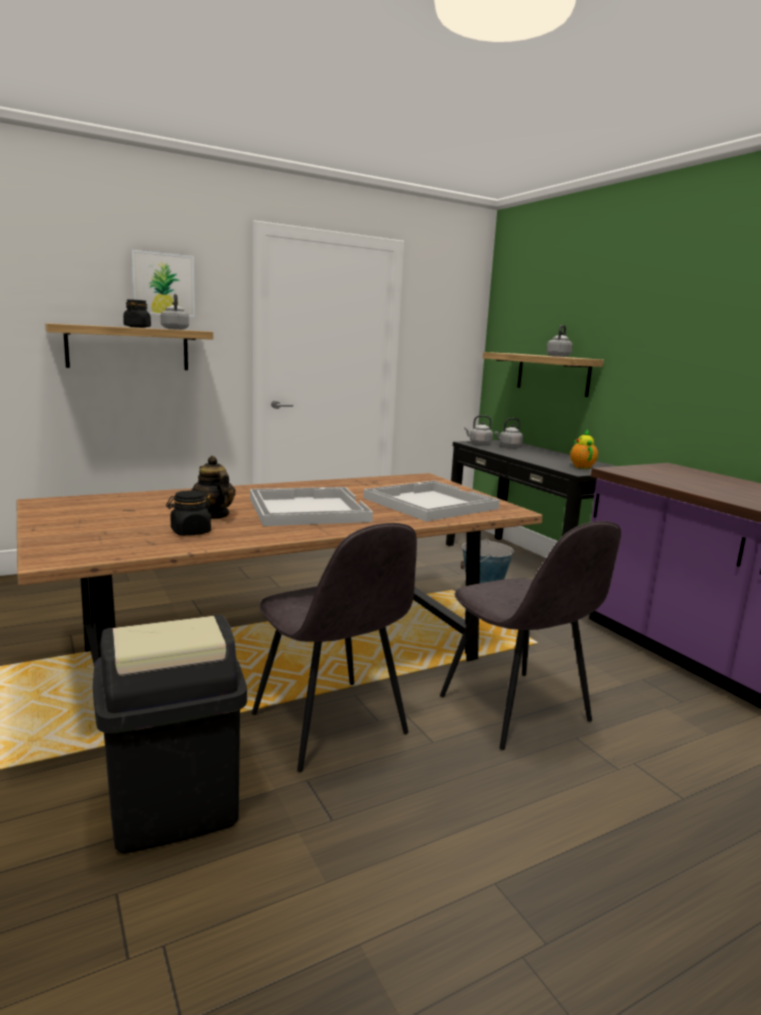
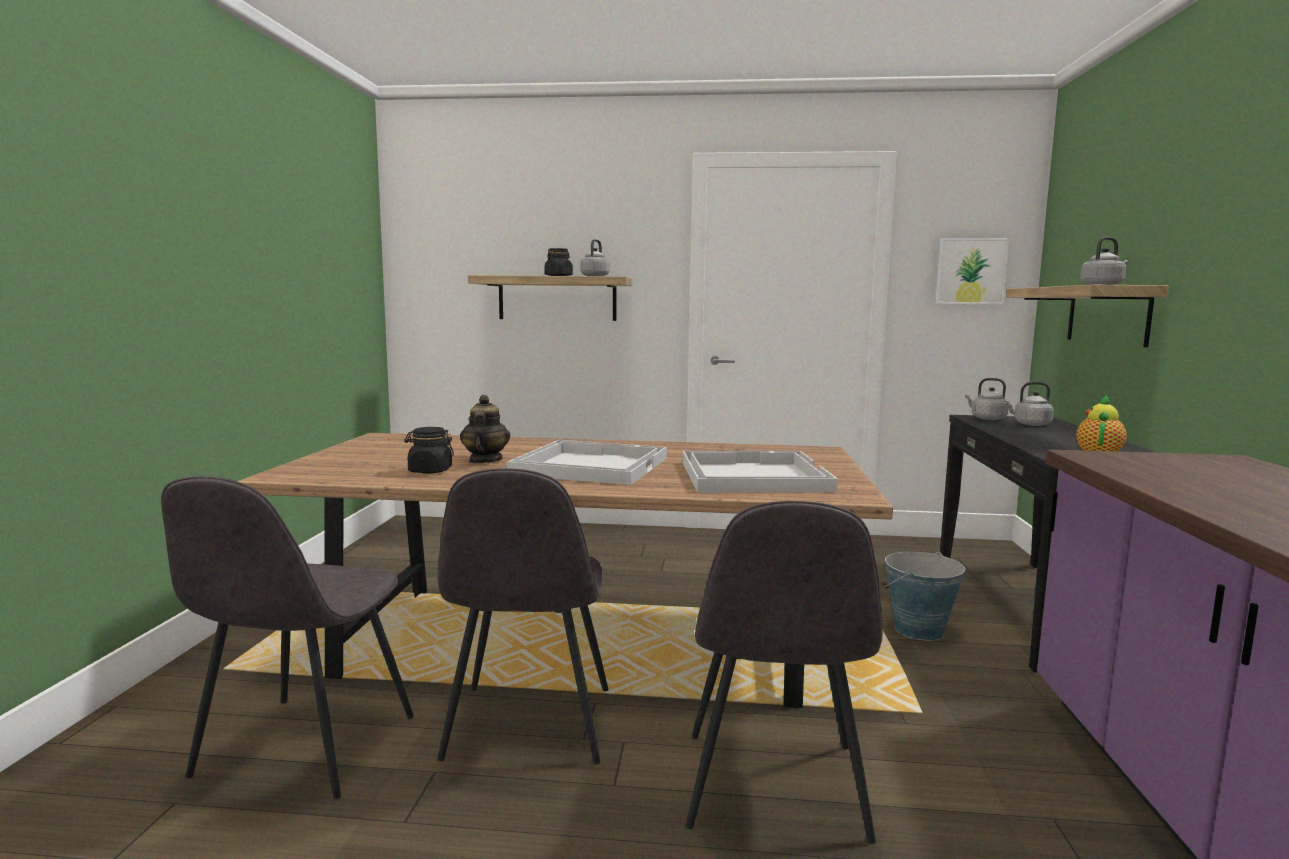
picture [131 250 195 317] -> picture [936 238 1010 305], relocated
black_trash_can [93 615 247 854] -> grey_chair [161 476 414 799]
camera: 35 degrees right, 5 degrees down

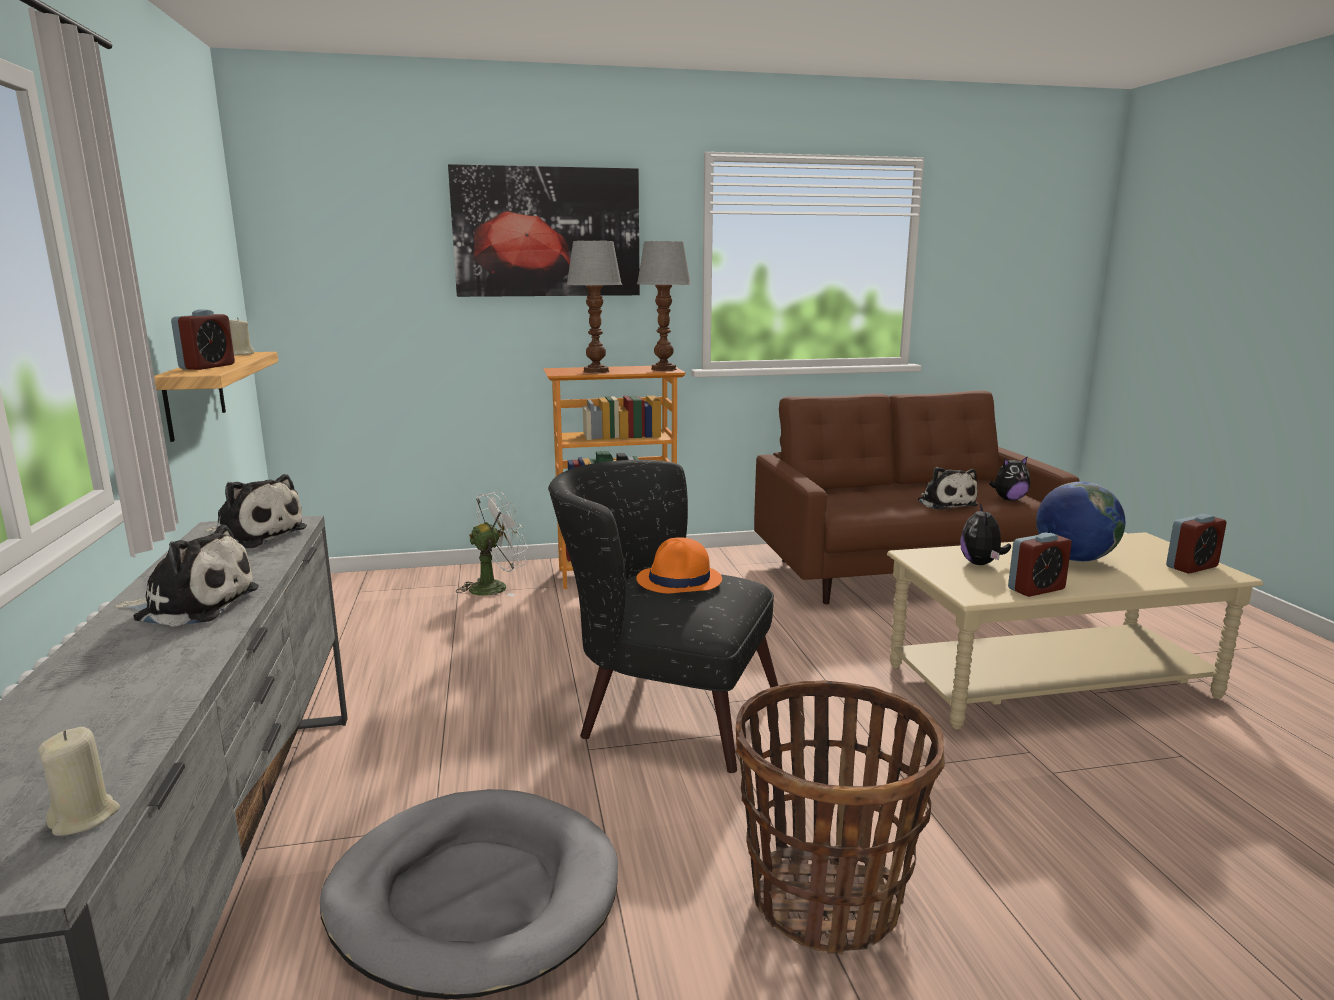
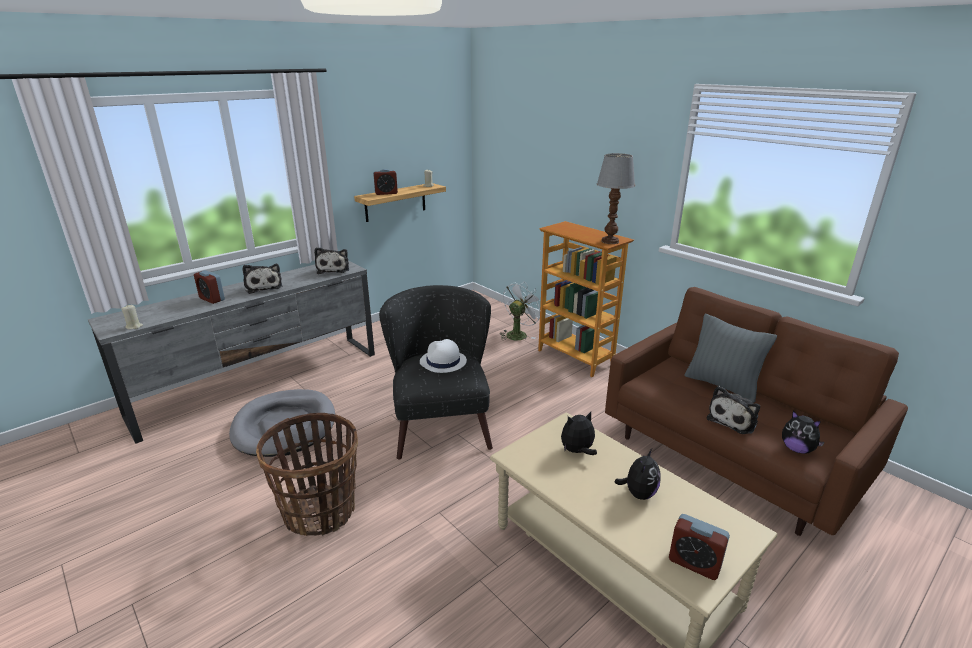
picture [448 164 640 297] -> none
table_lamp [566 241 622 373] -> none
none -> grey_pillow [684 314 777 403]
alarm_clock [1008 533 1072 597] -> alarm_clock [194 270 225 304], relocated
globe [1036 482 1125 562] -> plush_toy [614 449 660 500]
orange_hat [636 537 722 593] -> white_hat [420 339 467 373]
white_fan [456 490 528 597] -> white_fan [500 282 541 340], 75 degrees counterclockwise
camera: 60 degrees right, 10 degrees up

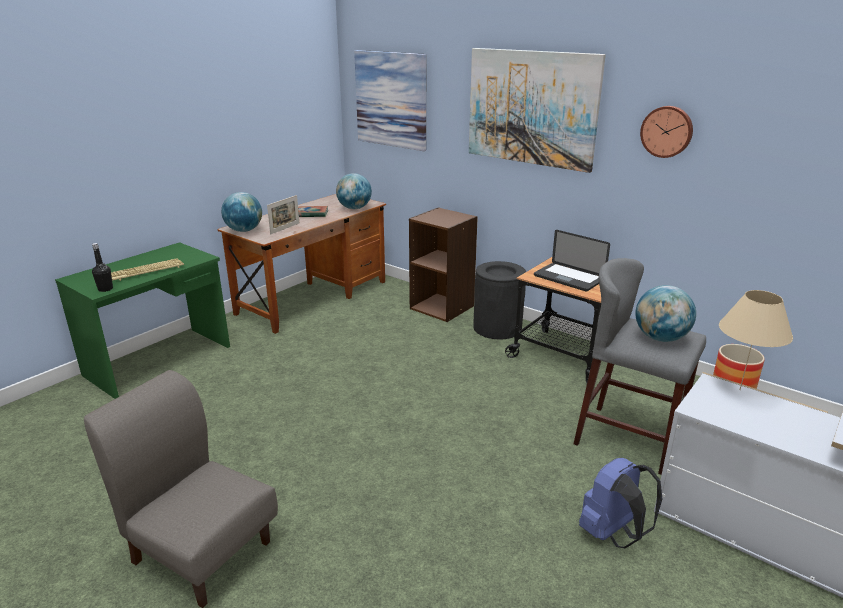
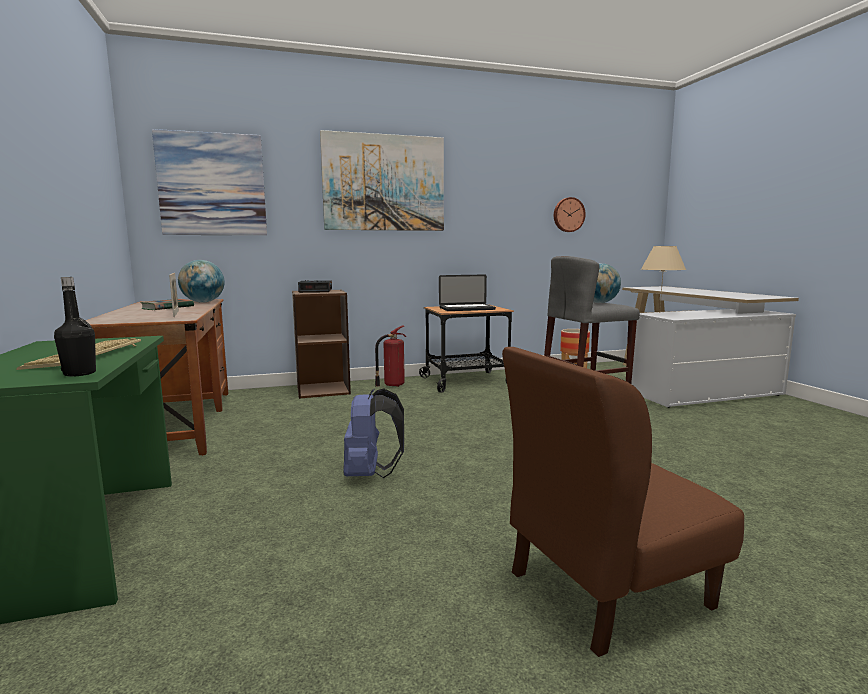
globe [221 192 262 232] -> none
none -> alarm_clock [298 280 332 293]
blue_backpack [579 458 662 548] -> blue_backpack [343 388 404 478], relocated
wall_clock [640 106 693 158] -> wall_clock [554 197 586 232], relocated
black_trash_can [473 261 526 339] -> fire_extinguisher [375 326 407 387]
grey_chair [84 370 278 608] -> brown_chair [502 347 744 657]
camera: 55 degrees left, 15 degrees down

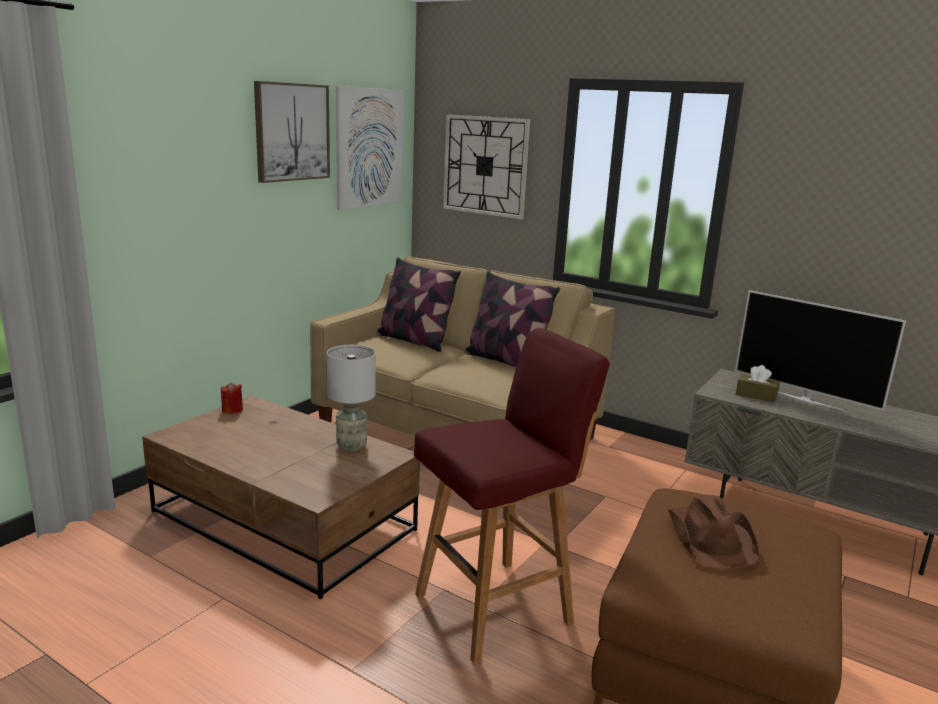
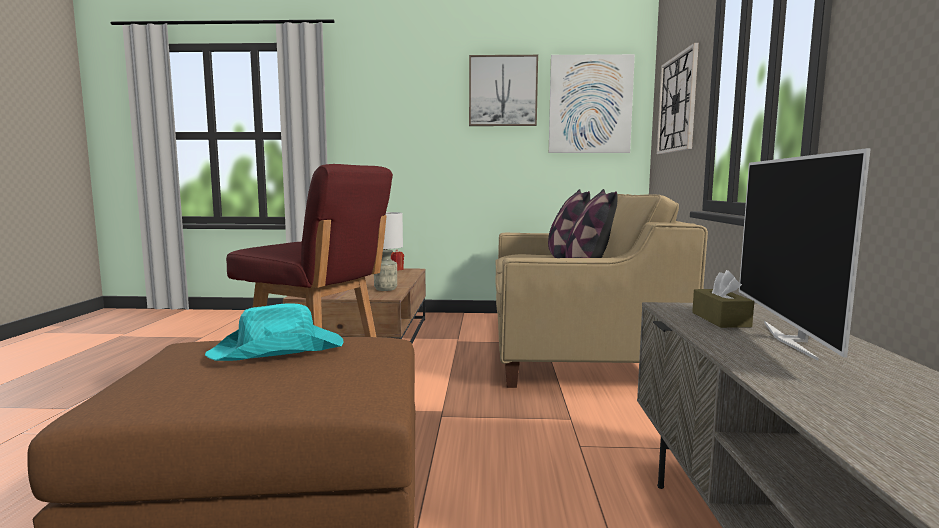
brown_hat [668 495 760 569] -> turquoise_hat [205 303 344 361]
camera: 60 degrees right, 10 degrees down

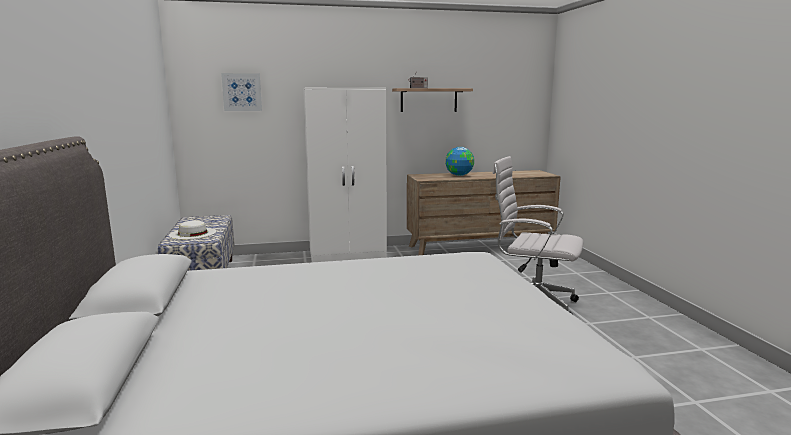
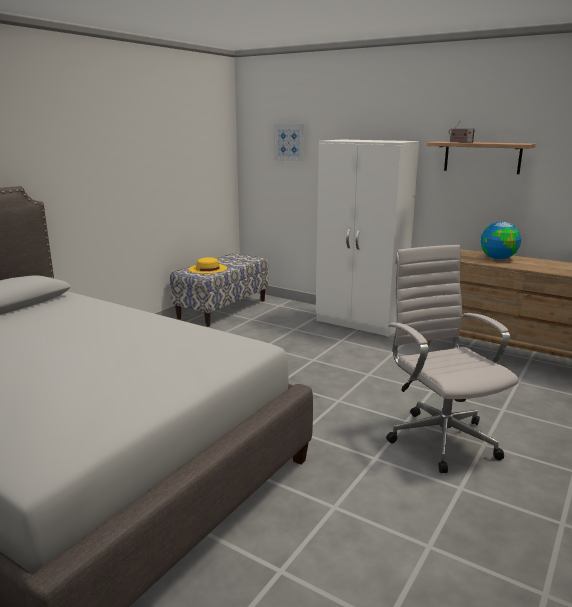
white_hat [169 220 216 239] -> yellow_hat [189 257 227 274]
camera: 45 degrees right, 5 degrees up

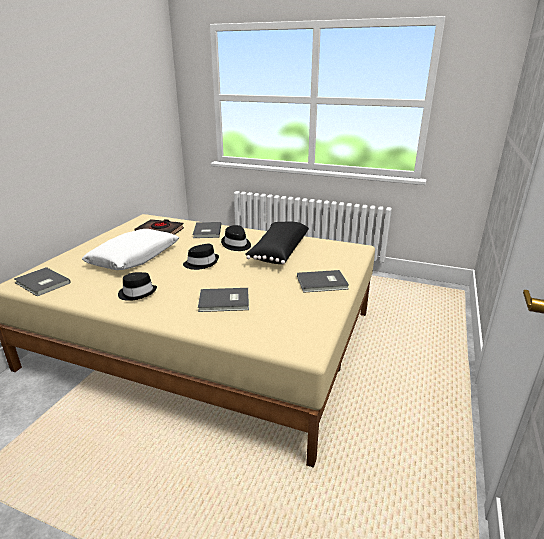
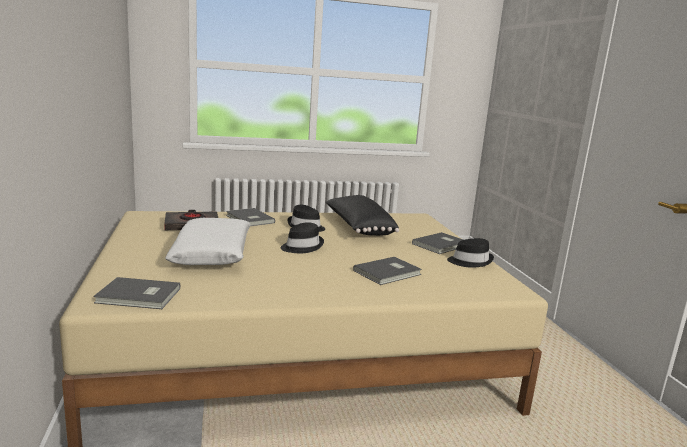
black_hat [118 272 157 301] -> black_hat [447 238 494 268], relocated
camera: 35 degrees left, 10 degrees down

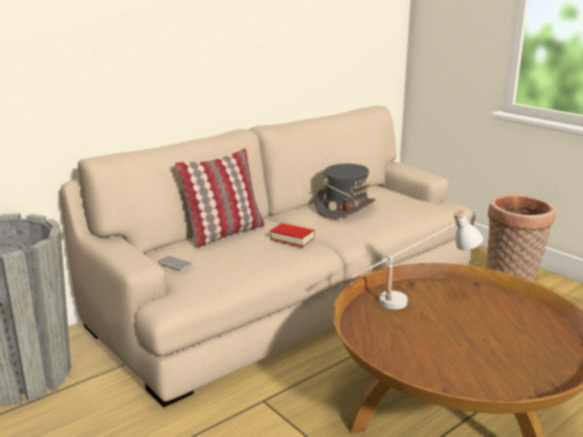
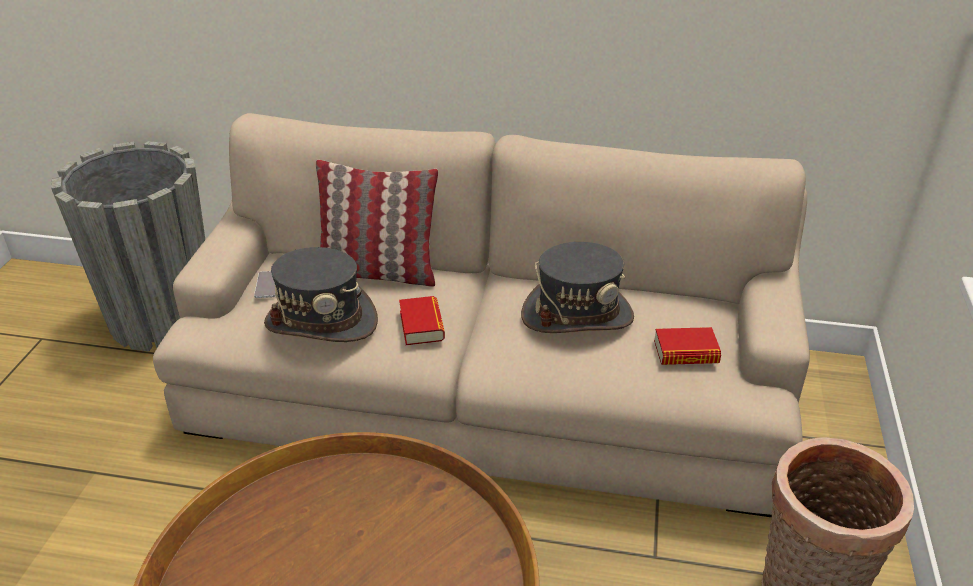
white_table_lamp [351 210 483 310] -> none
none -> grey_hat [264 247 378 342]
none -> book [654 327 721 365]
camera: 50 degrees right, 15 degrees up

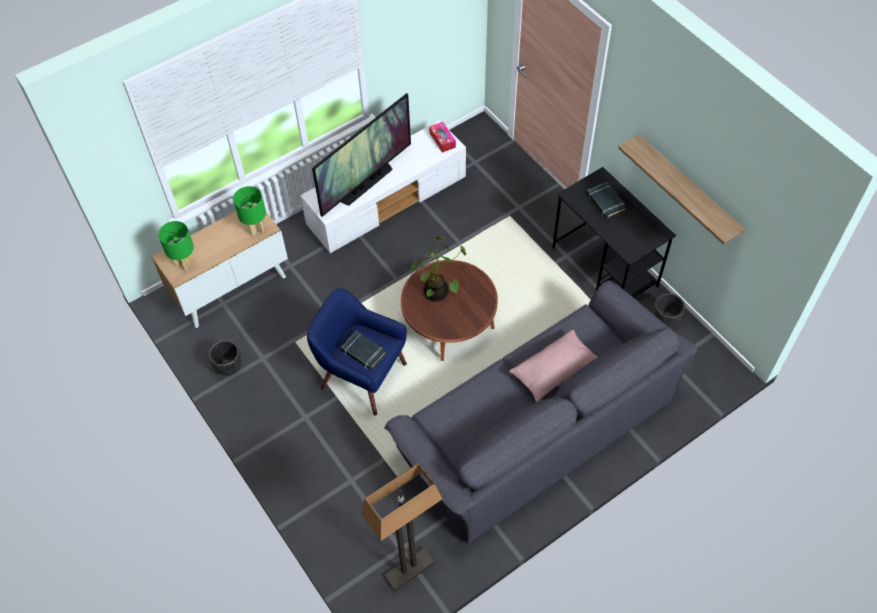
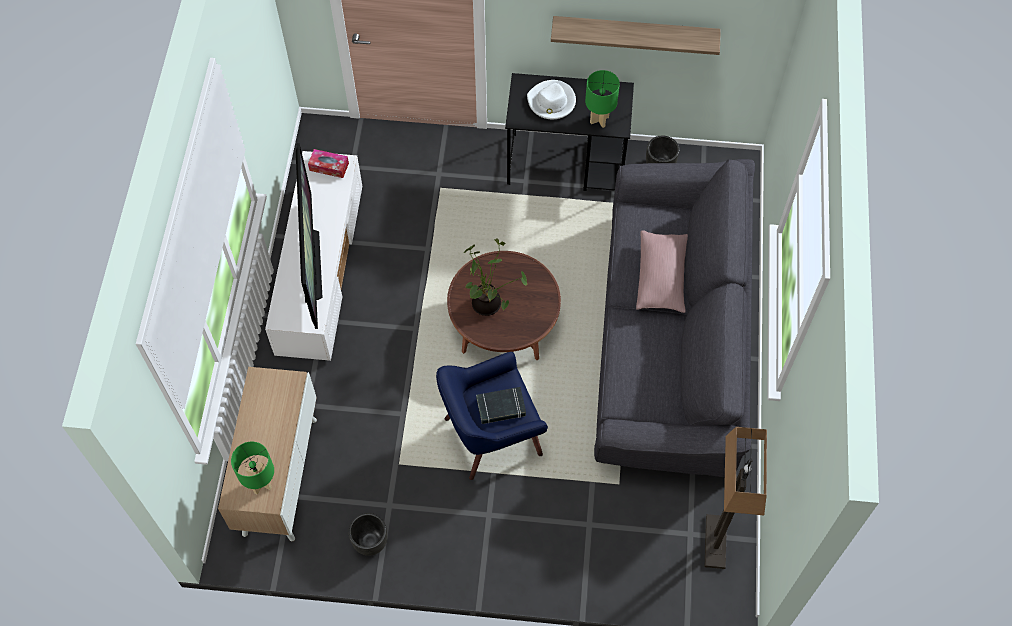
green_table_lamp [233 186 266 237] -> green_table_lamp [585 70 620 128], relocated
black_book [587 182 627 219] -> white_hat [527 80 576 119]
camera: 50 degrees left, 5 degrees up

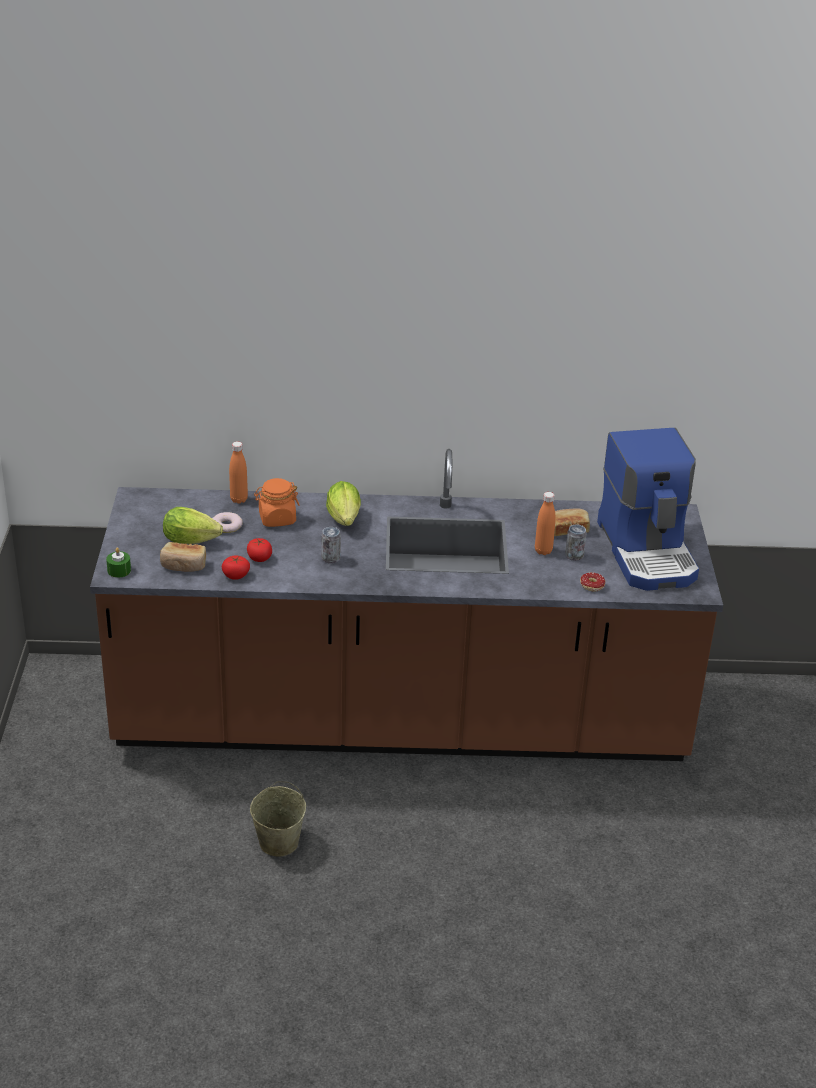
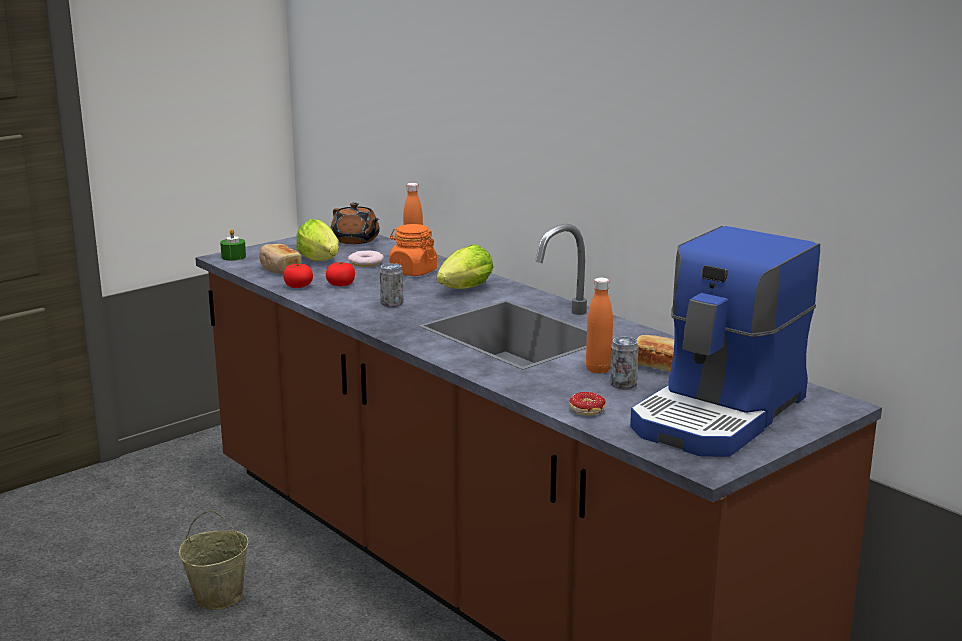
none -> brown_teapot [331 202 380 244]
camera: 50 degrees right, 15 degrees down

